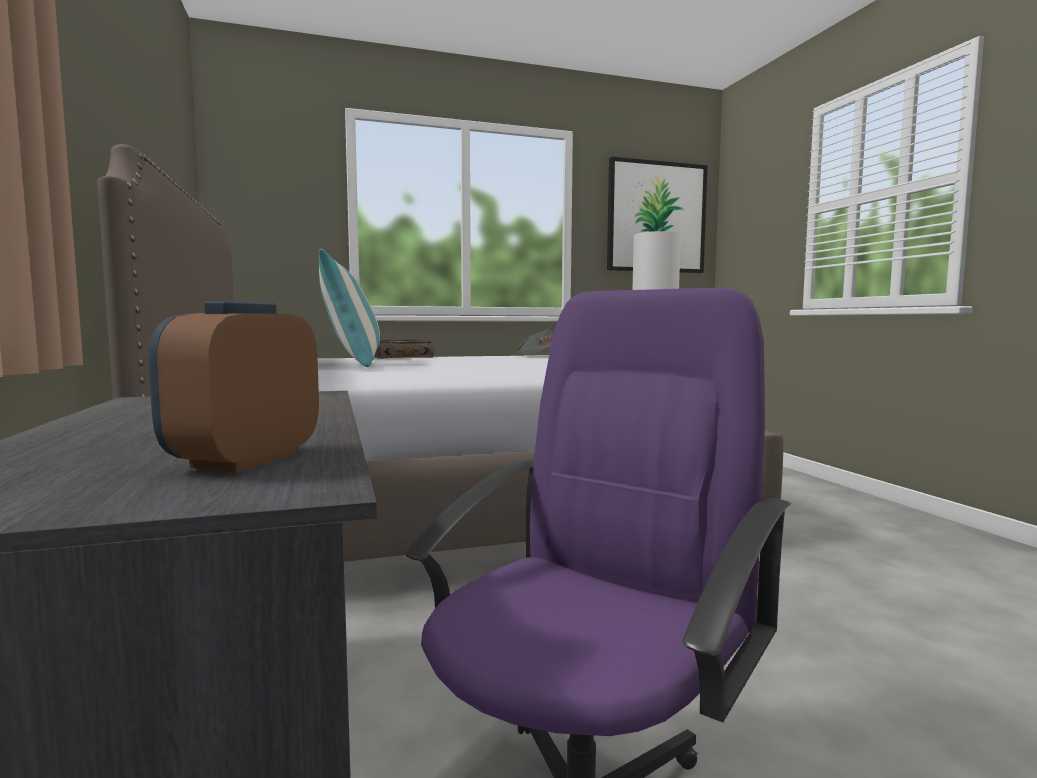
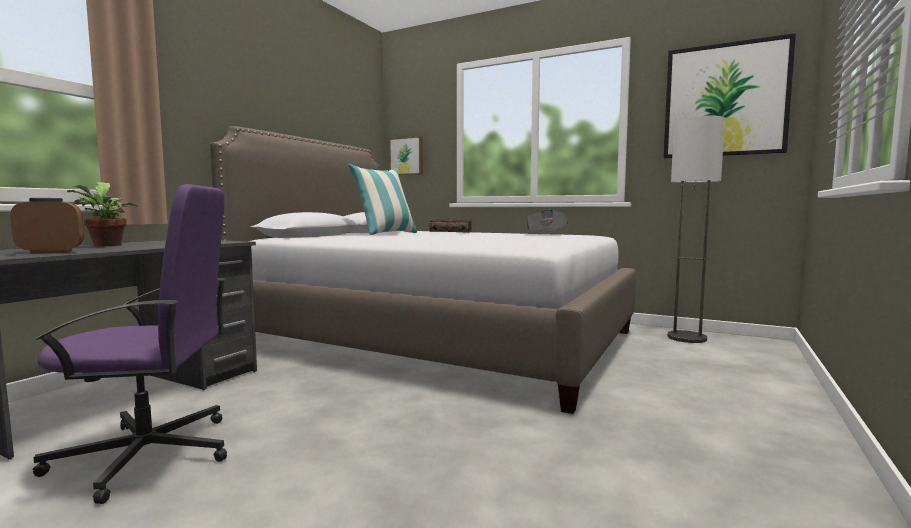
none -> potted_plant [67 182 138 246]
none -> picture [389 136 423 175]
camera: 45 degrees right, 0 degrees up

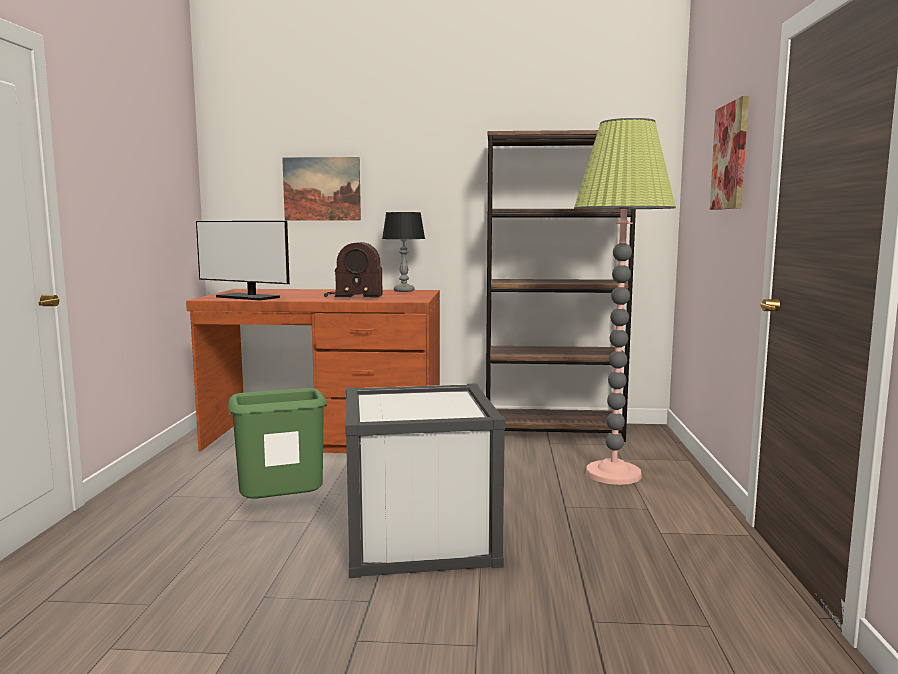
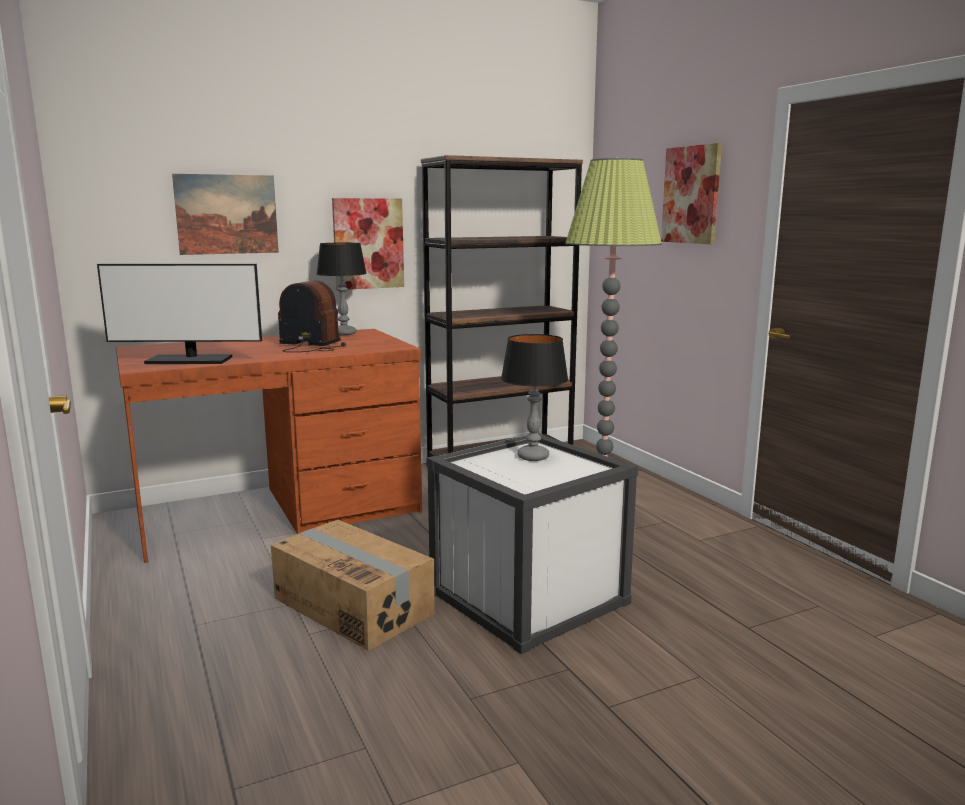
none -> picture [332 198 404 290]
none -> table_lamp [501 334 568 461]
green_trash_can [228 388 327 499] -> cardboard_box [271 520 434 651]
radio [324 242 383 297] -> radio [278 280 346 352], 135 degrees counterclockwise
camera: 30 degrees left, 5 degrees up

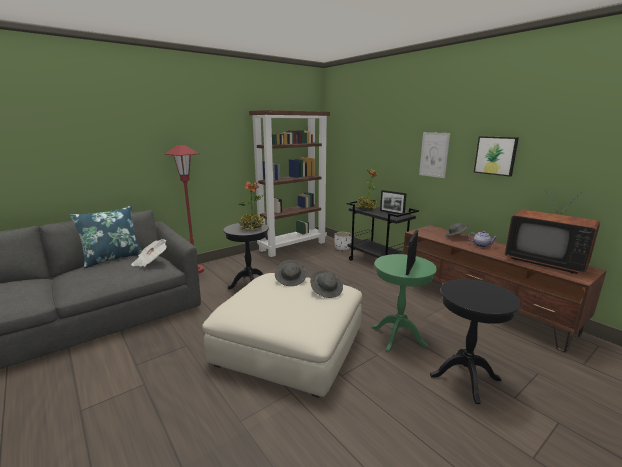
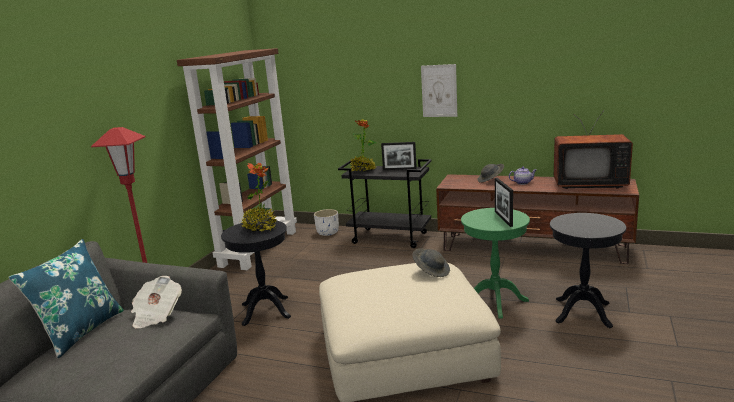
grey_hat [275 260 307 286] -> none
picture [474 136 519 176] -> none
camera: 30 degrees left, 0 degrees up

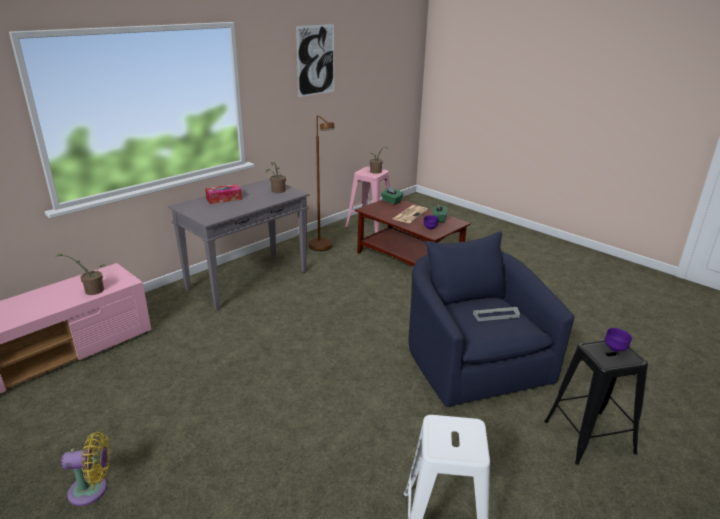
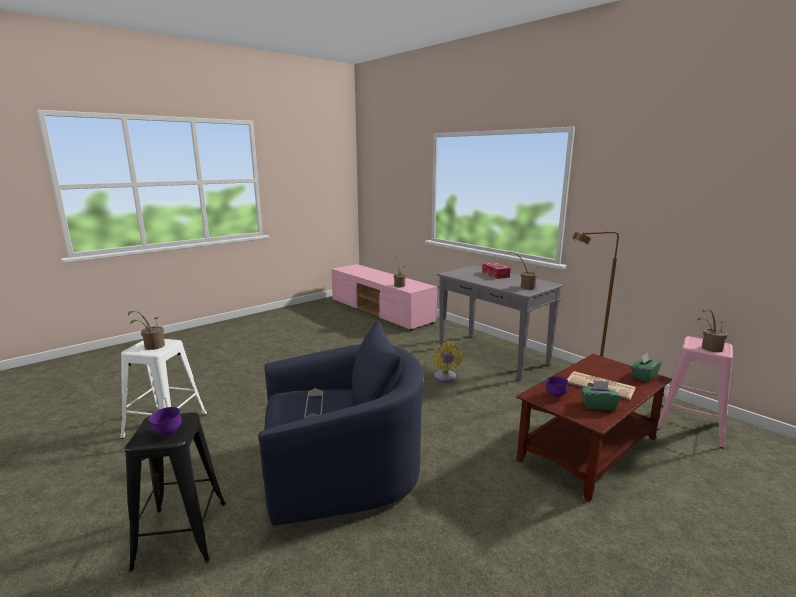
picture [296 24 334 97] -> none
none -> potted_plant [128 311 165 350]
yellow_fan [61 432 110 506] -> yellow_fan [433 342 463 381], relocated
camera: 95 degrees right, 10 degrees down

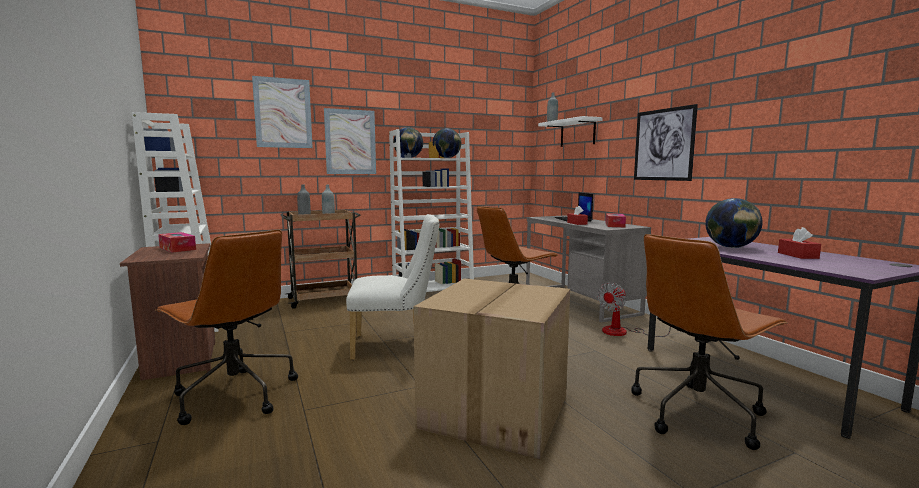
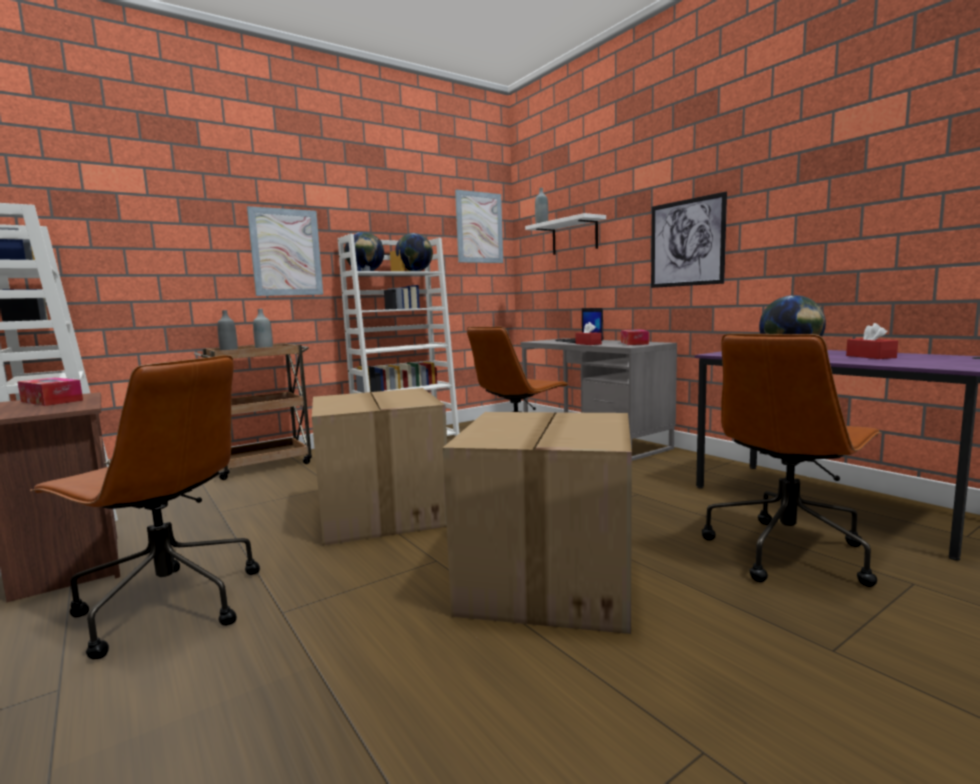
fan [598 282 671 337] -> none
picture [252 76 313 148] -> picture [455 190 503 263], relocated
white_chair [346 214 439 360] -> cardboard_box [312 388 447 546]
camera: 10 degrees left, 0 degrees up

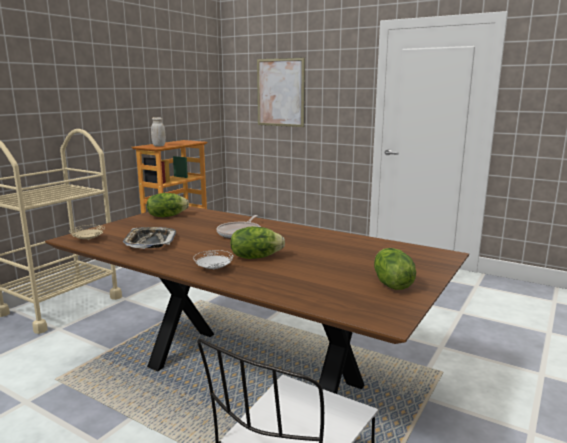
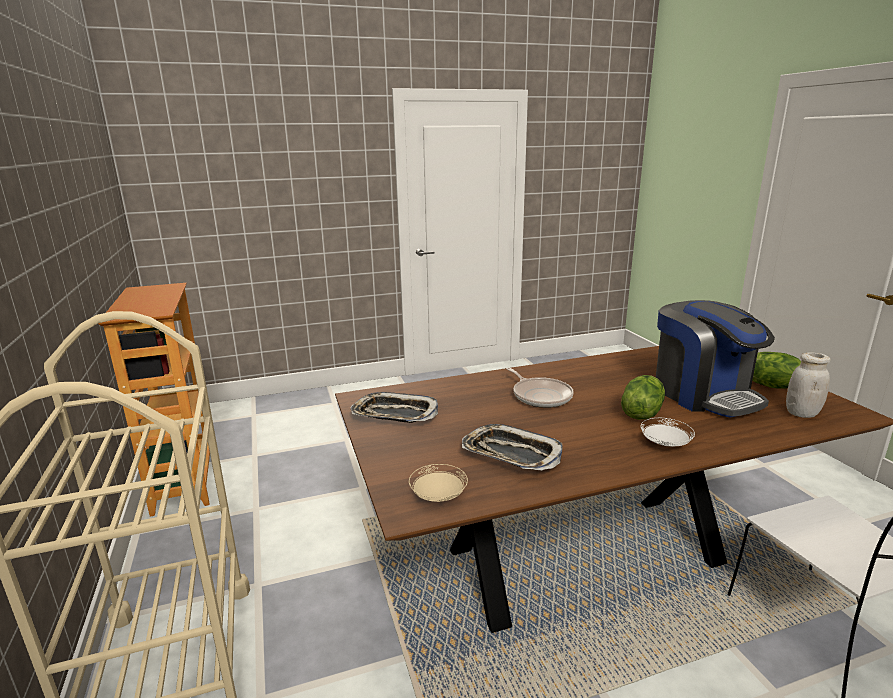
picture [257 57 305 127] -> none
none -> coffee_machine [656 300 775 418]
white_jar [151 117 166 146] -> white_jar [786 352 831 418], relocated
lettuce [147 193 189 217] -> tray [350 392 438 423]
camera: 50 degrees left, 5 degrees up

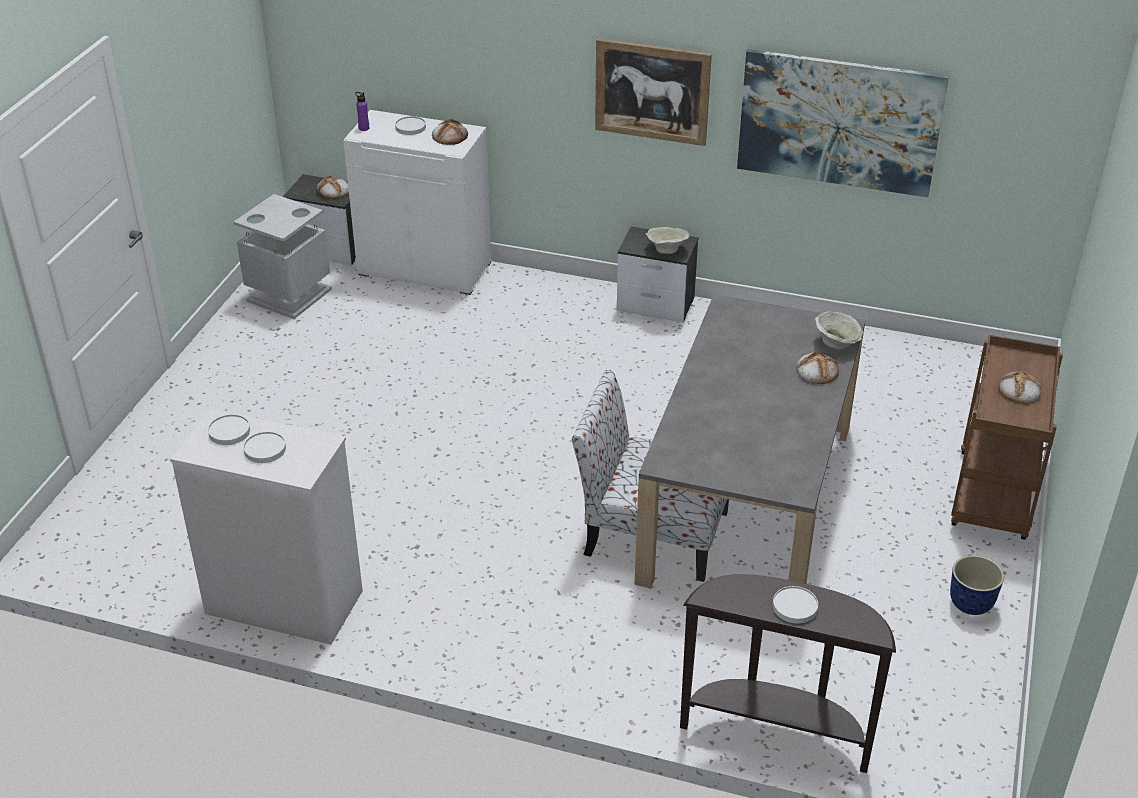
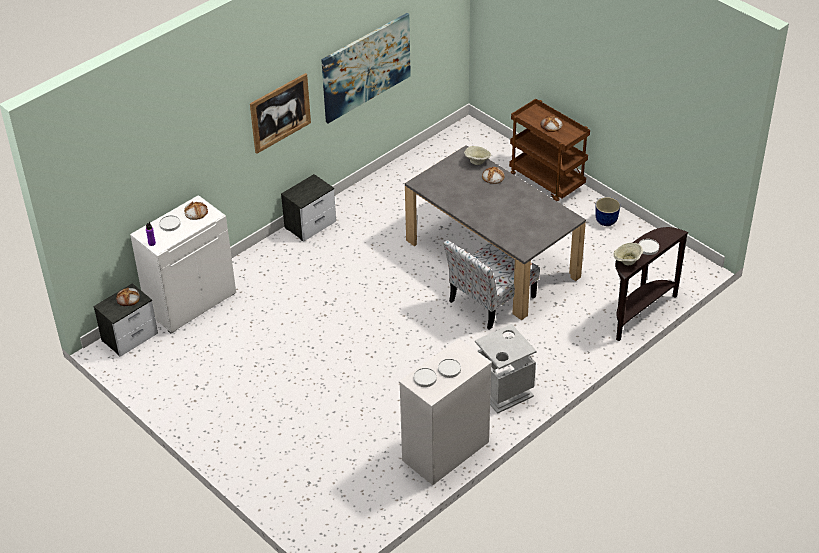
grey_trash_can [234 194 332 319] -> grey_trash_can [475 324 536 414], relocated
beige_bowl [646 227 690 254] -> beige_bowl [613 243 643 265], relocated
camera: 60 degrees left, 5 degrees up

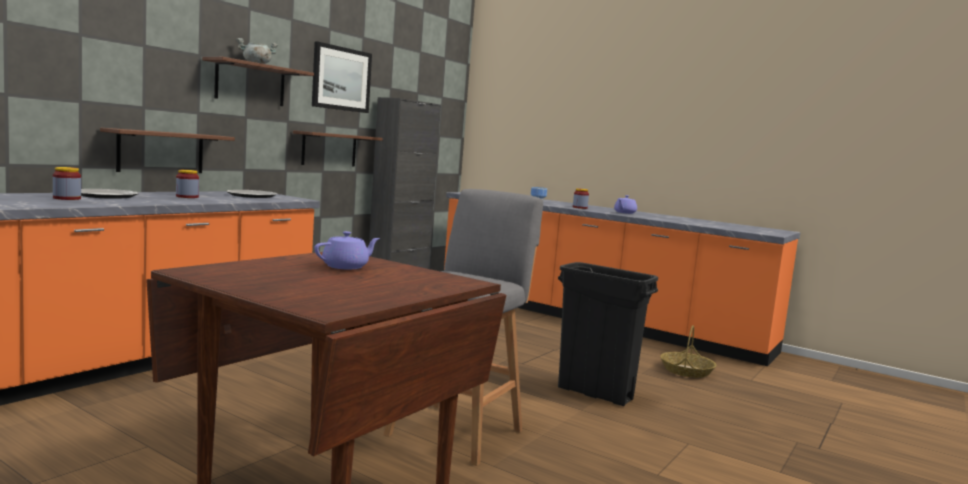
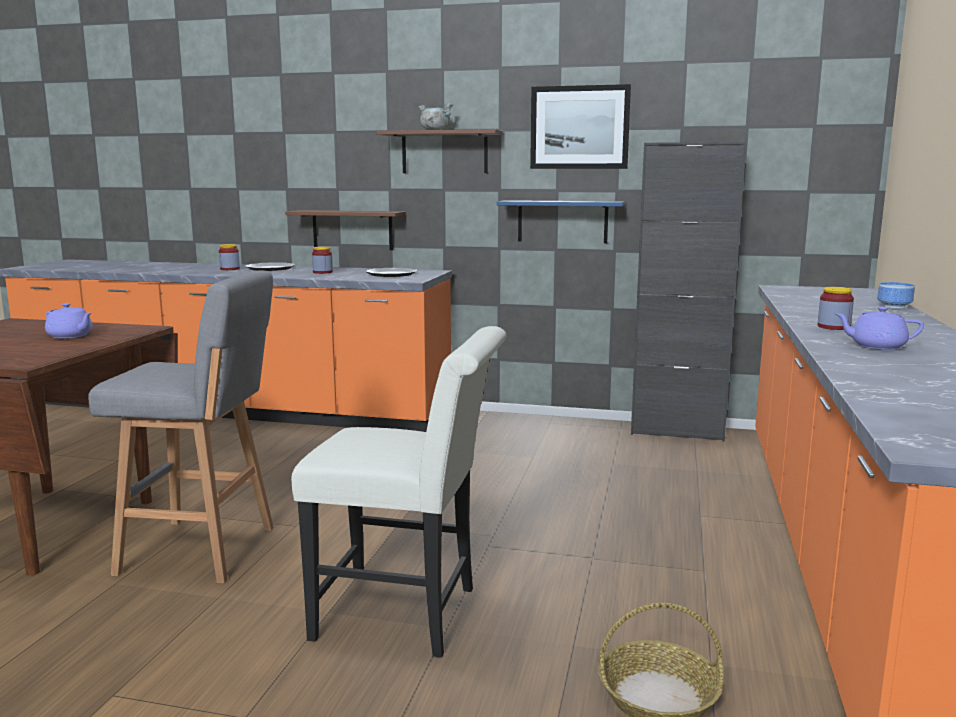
black_trash_can [558 262 658 406] -> white_chair [291 326 506 658]
brown_shelf [293 130 383 167] -> blue_shelf [497 200 625 243]
camera: 70 degrees right, 5 degrees up

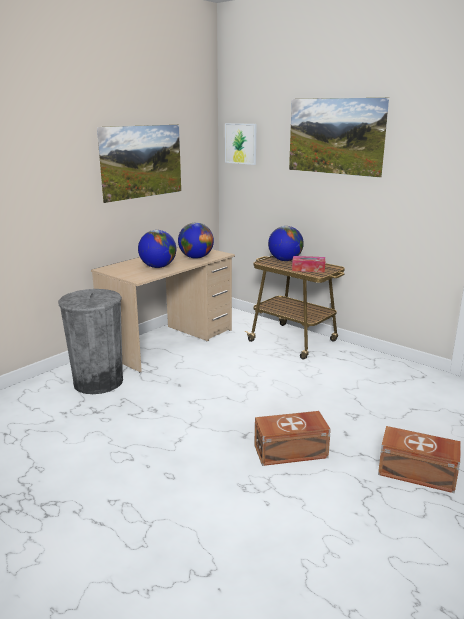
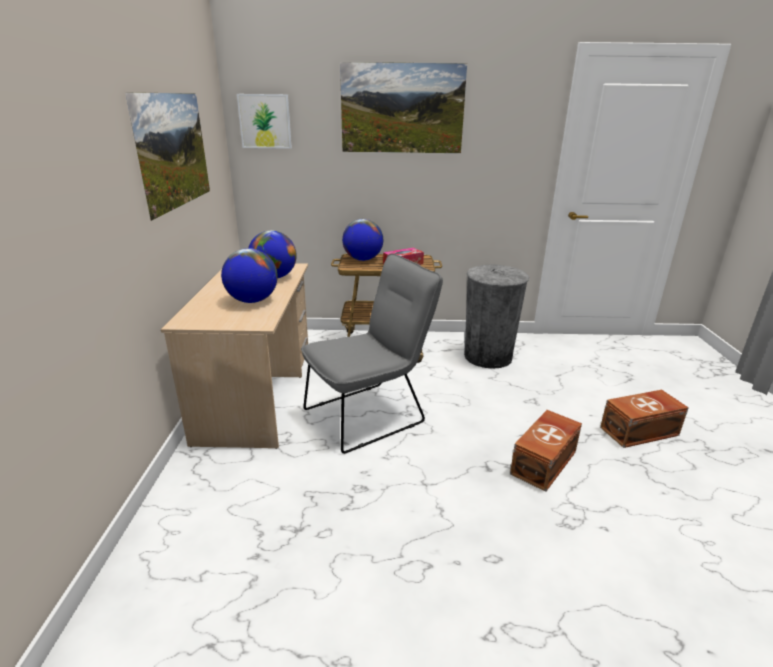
none -> grey_chair [301 254 443 454]
grey_trash_can [58 289 123 394] -> grey_trash_can [464 265 529 369], relocated
camera: 40 degrees left, 5 degrees up

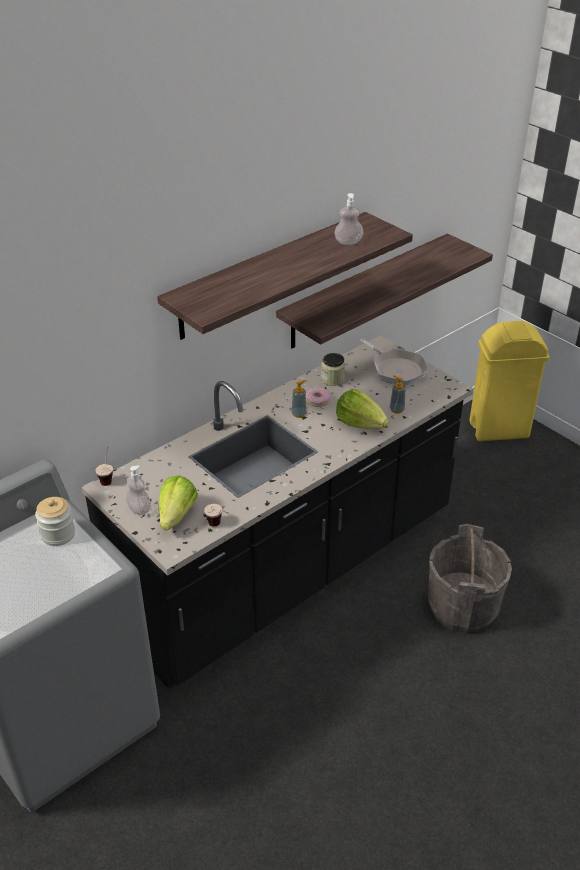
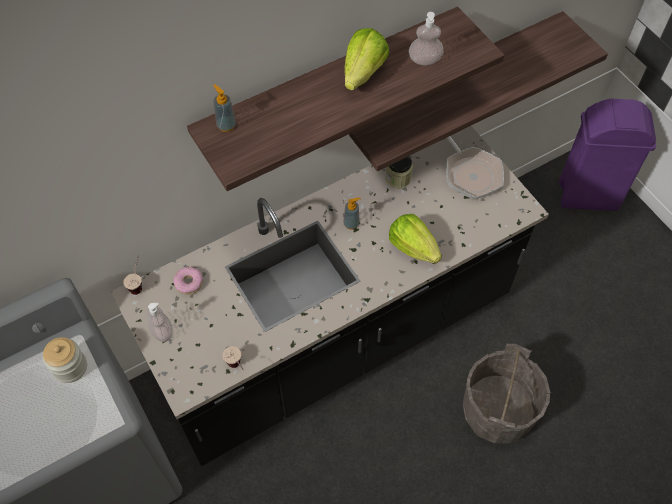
lettuce [159 475 198 530] -> lettuce [344 28 389 91], relocated
donut [306 387 330 407] -> donut [174 267 203 295], relocated
soap_dispenser [390 375 405 414] -> soap_dispenser [213 84 236 132], relocated
yellow_trash_can [469 321 550 441] -> purple_trash_can [559 99 656 211]
camera: 10 degrees right, 20 degrees up

